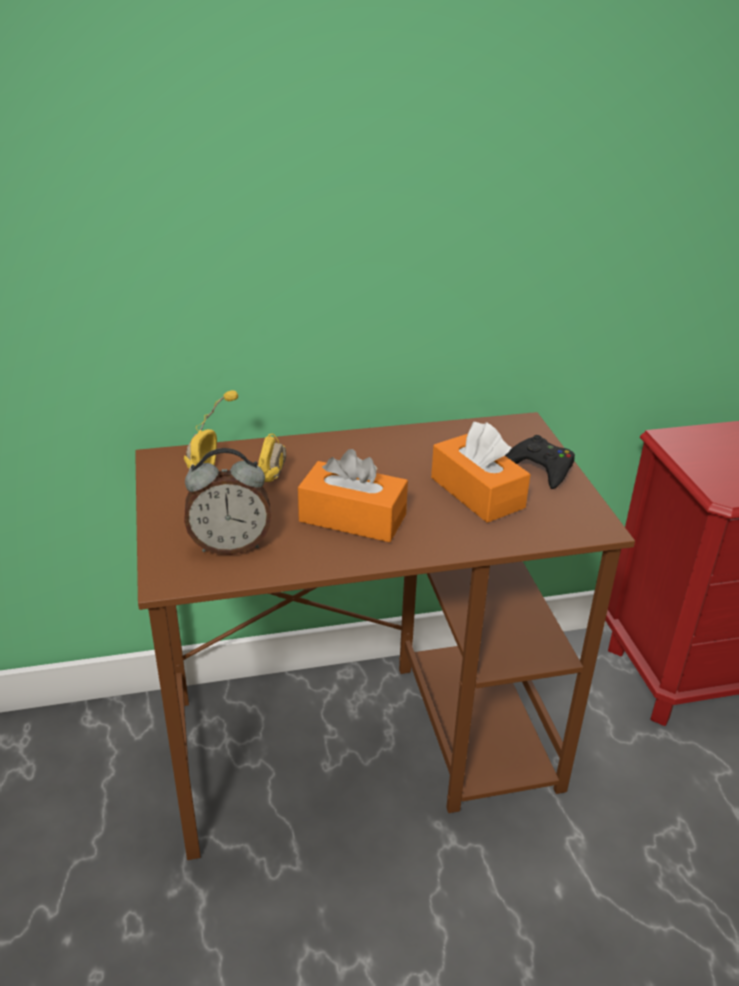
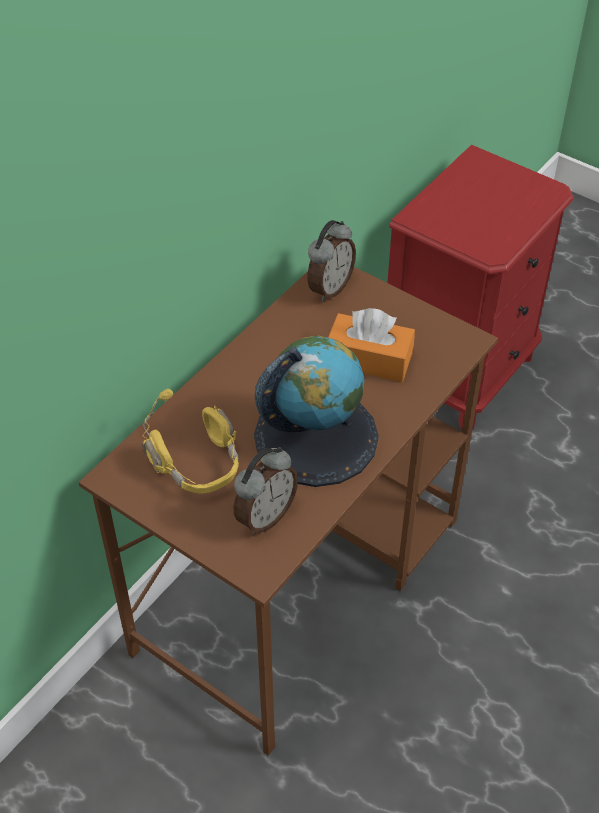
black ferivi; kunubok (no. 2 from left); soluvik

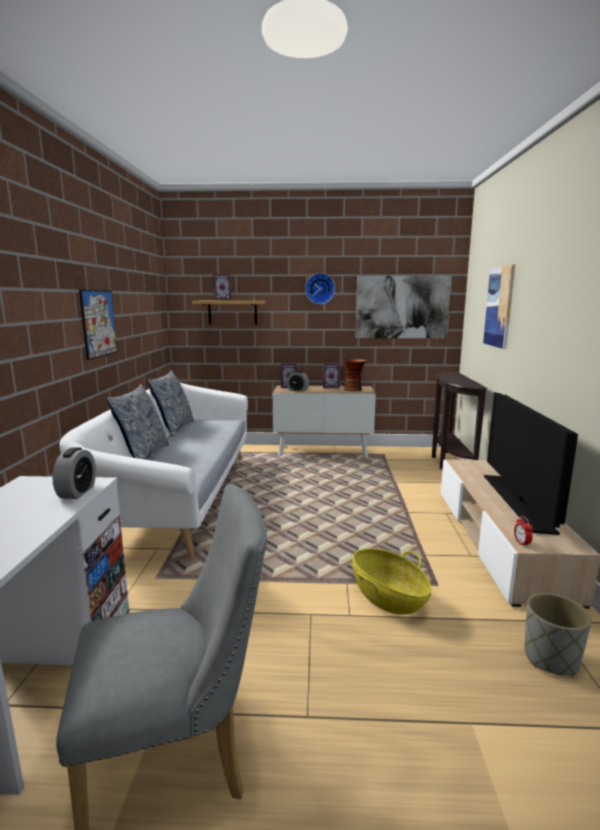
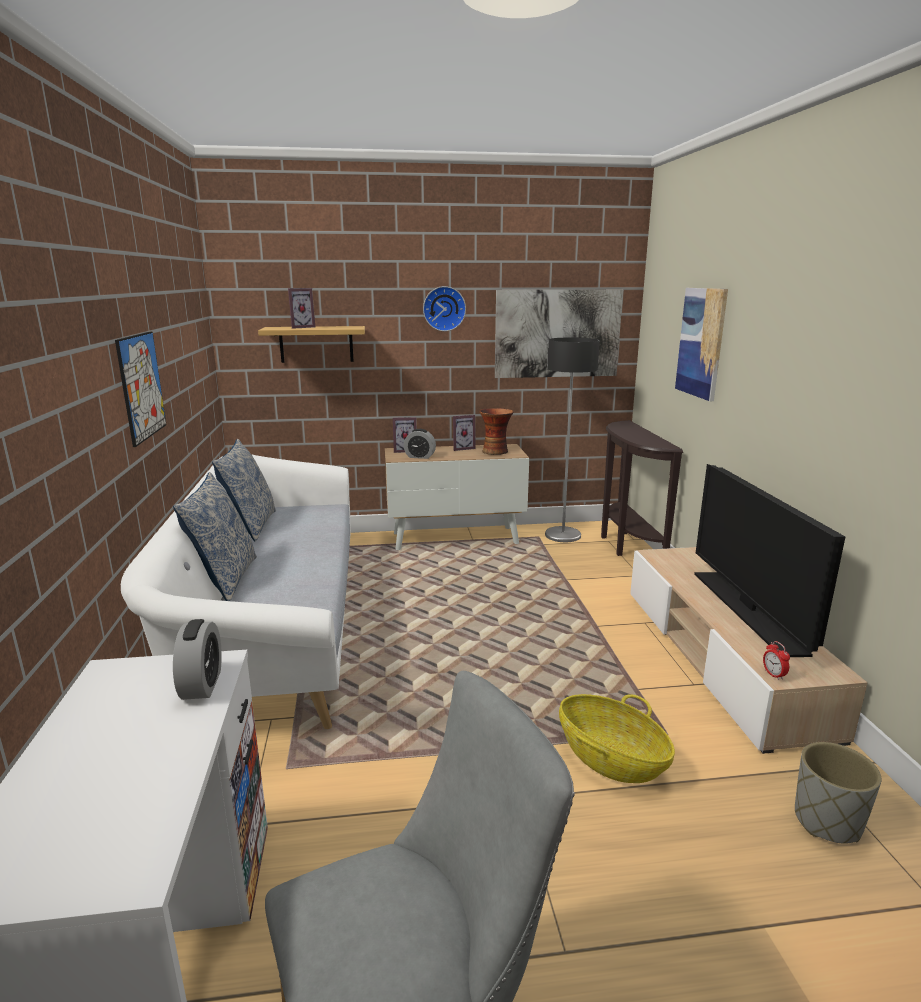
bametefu

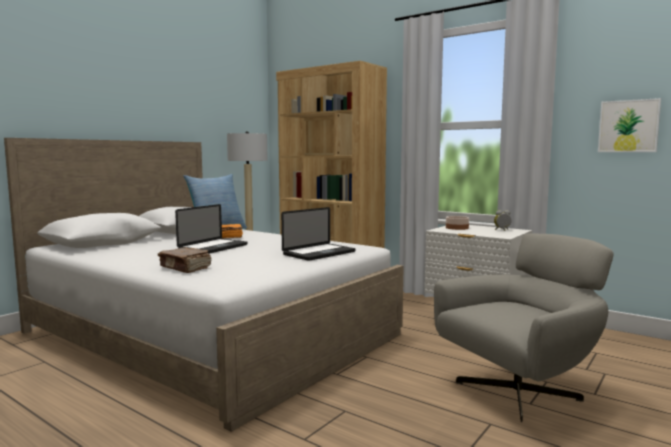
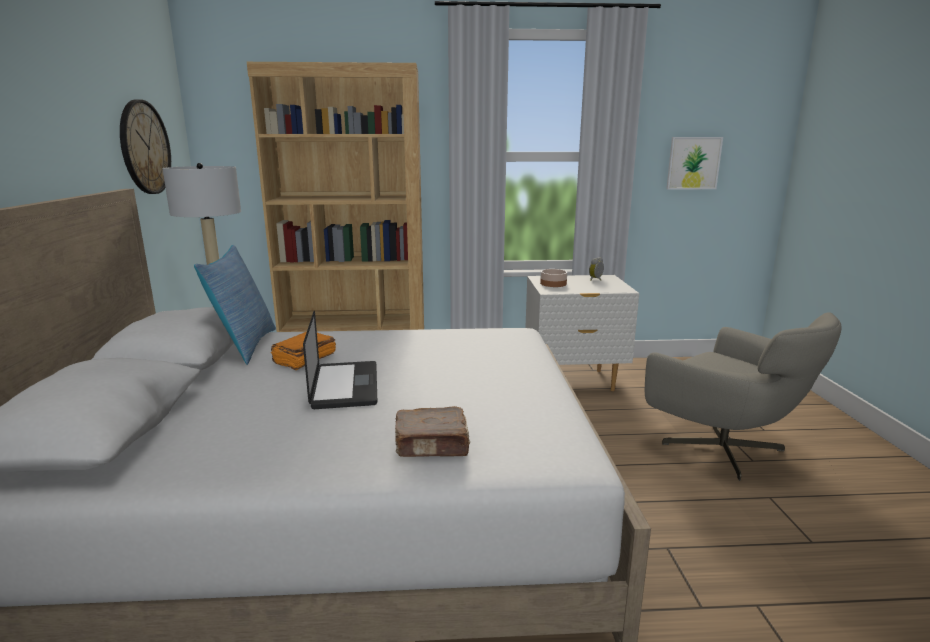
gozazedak (no. 2 from left in the first image); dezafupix; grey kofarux

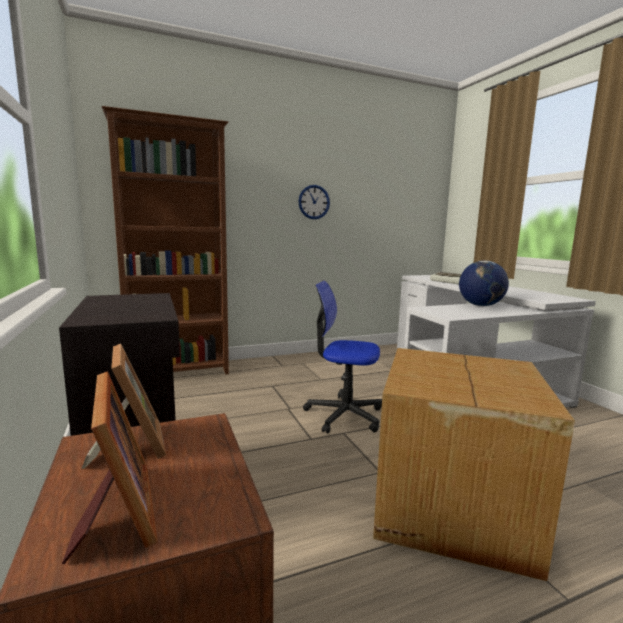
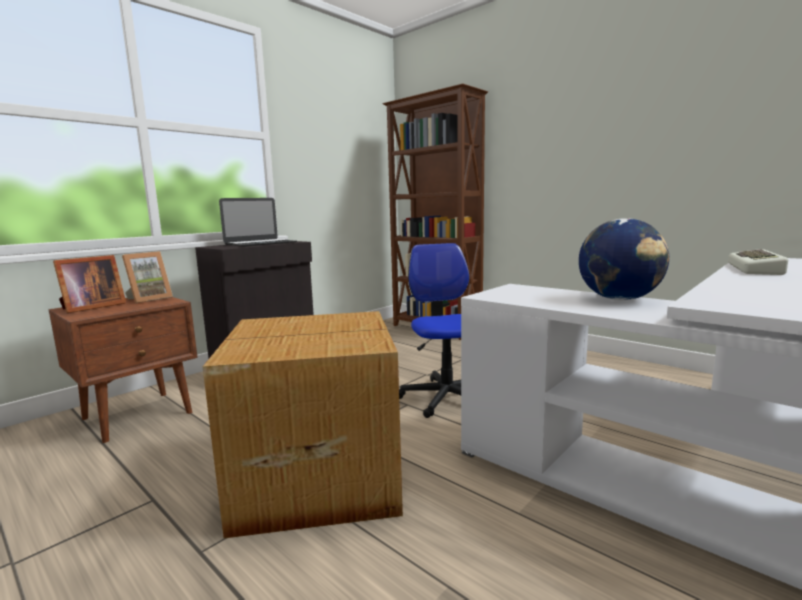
dezafupix; gozazedak

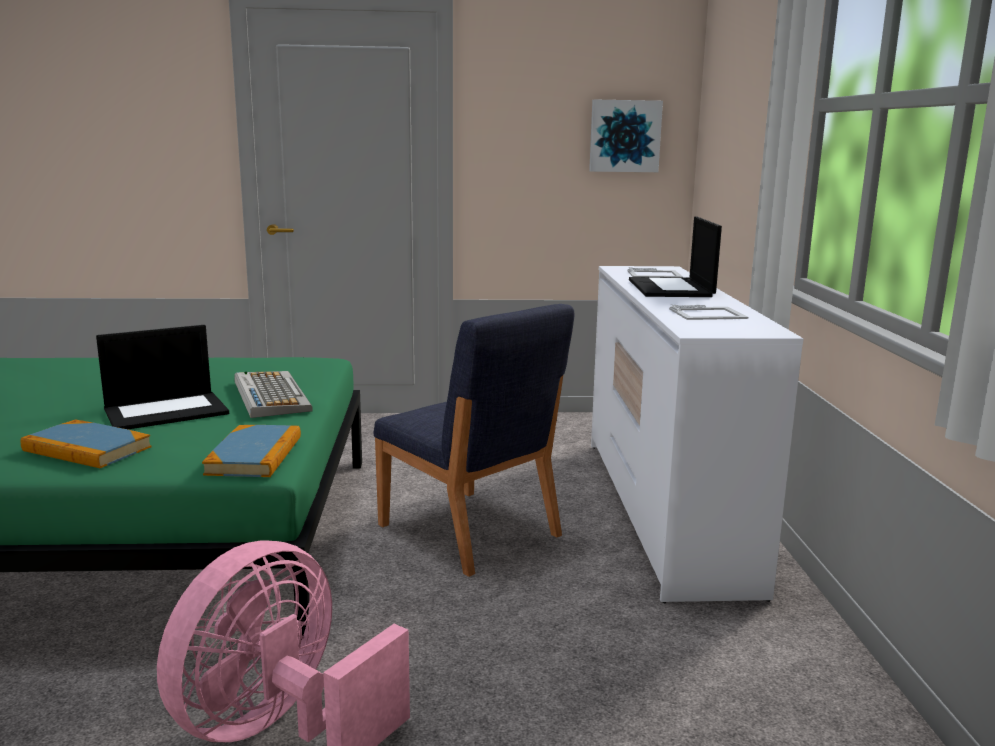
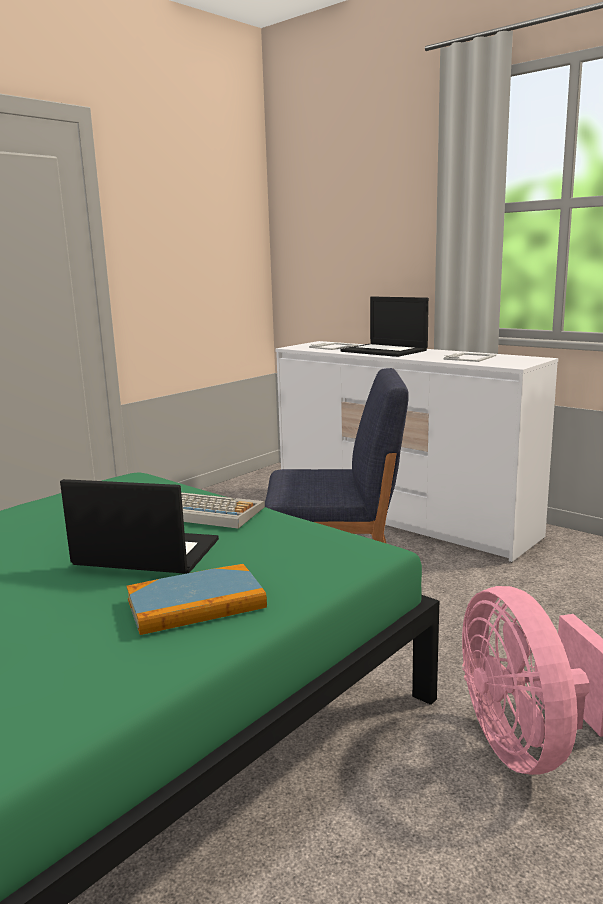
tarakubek (no. 2 from left in the first image); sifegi; gozazedak (no. 1 from left)

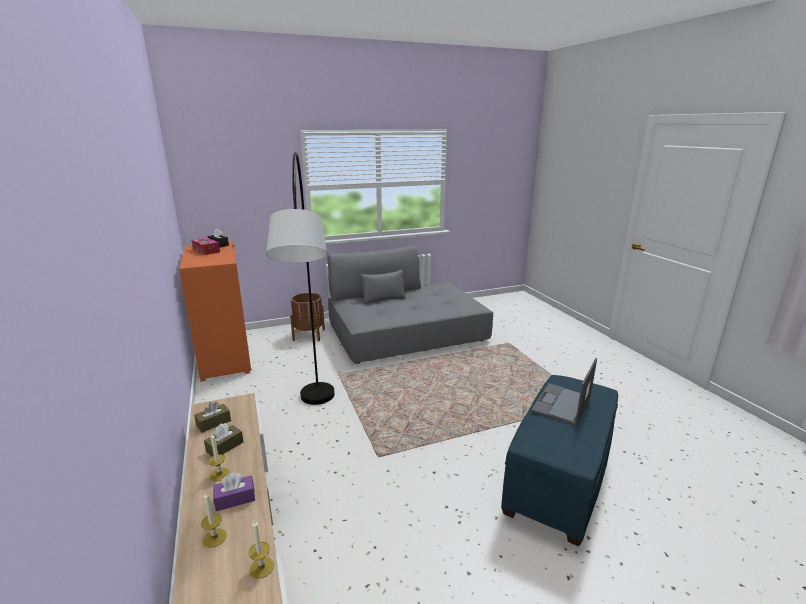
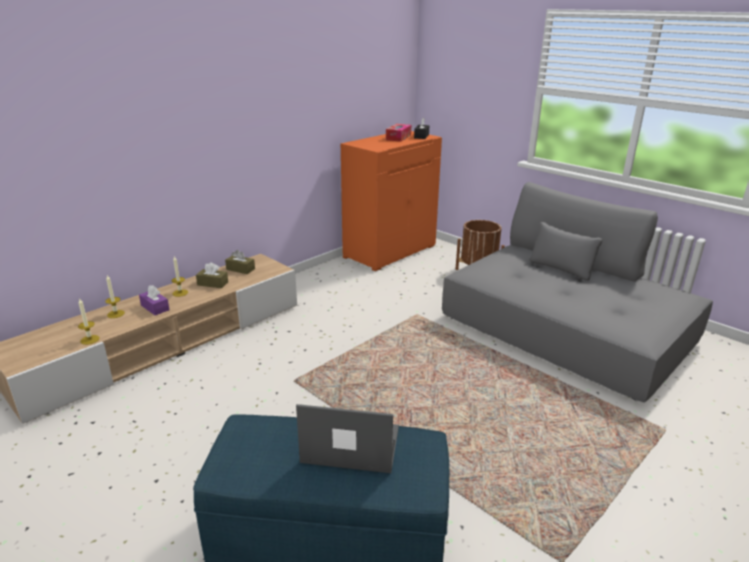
grey bametefu

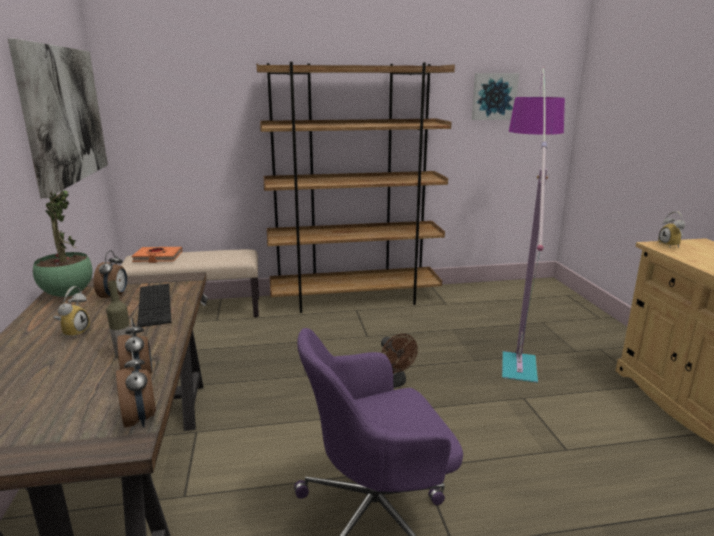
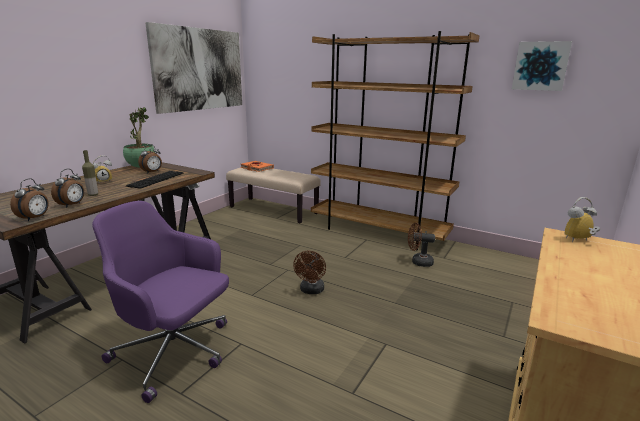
bametefu; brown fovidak (no. 2 from left); kunubok (no. 5 from left)

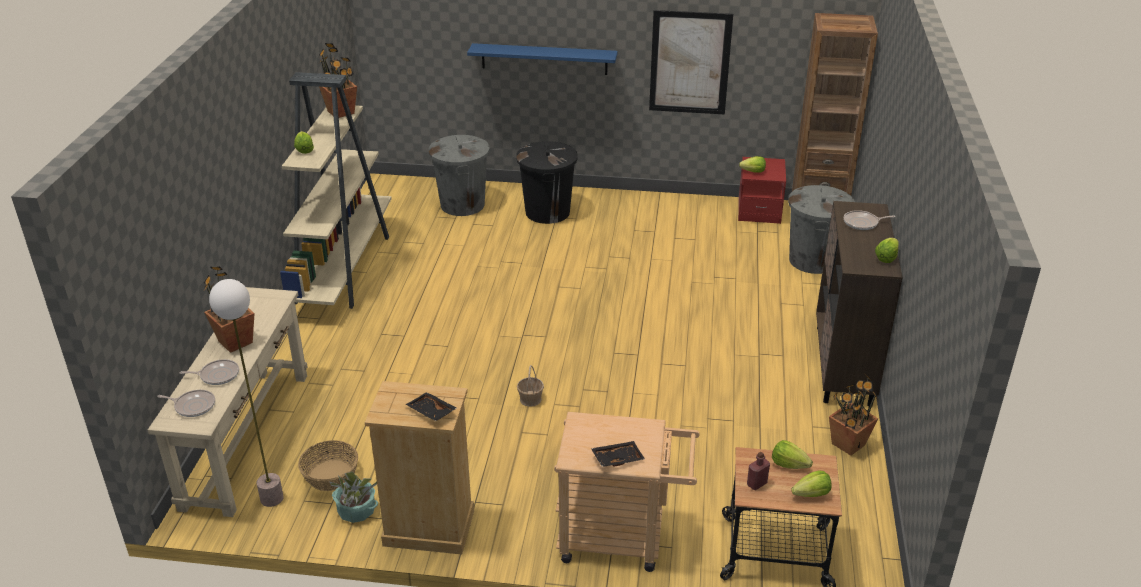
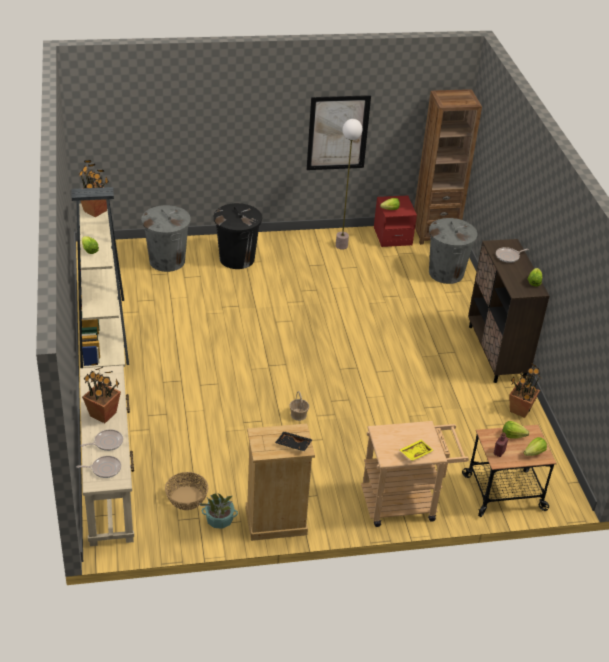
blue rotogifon; bametefu; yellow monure

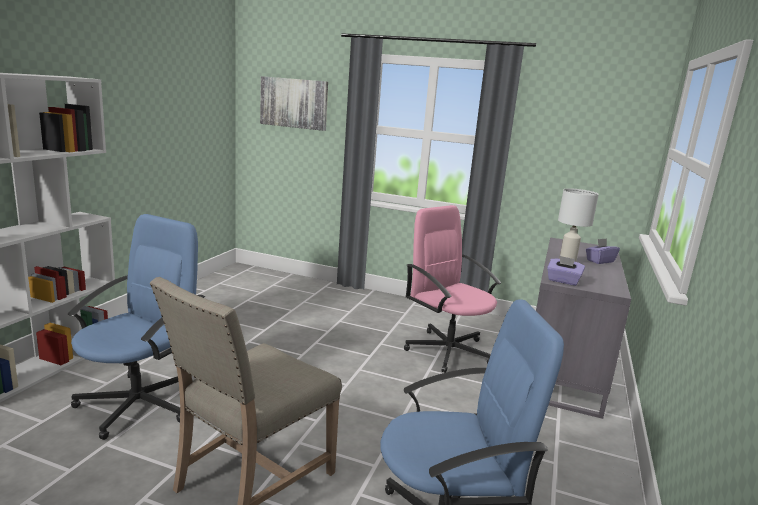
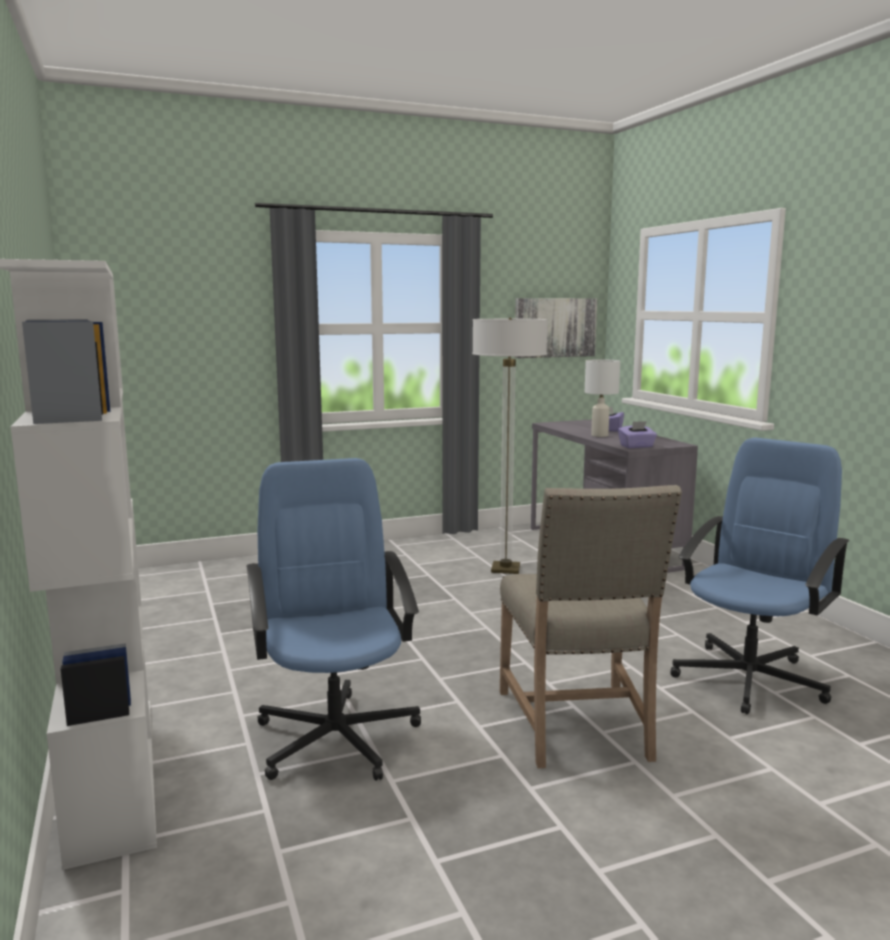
sifegi; bametefu

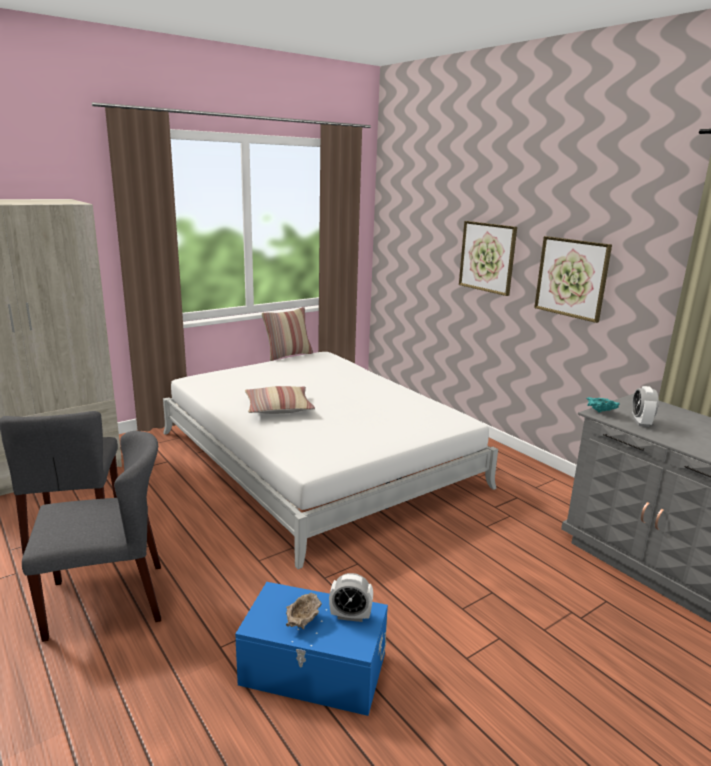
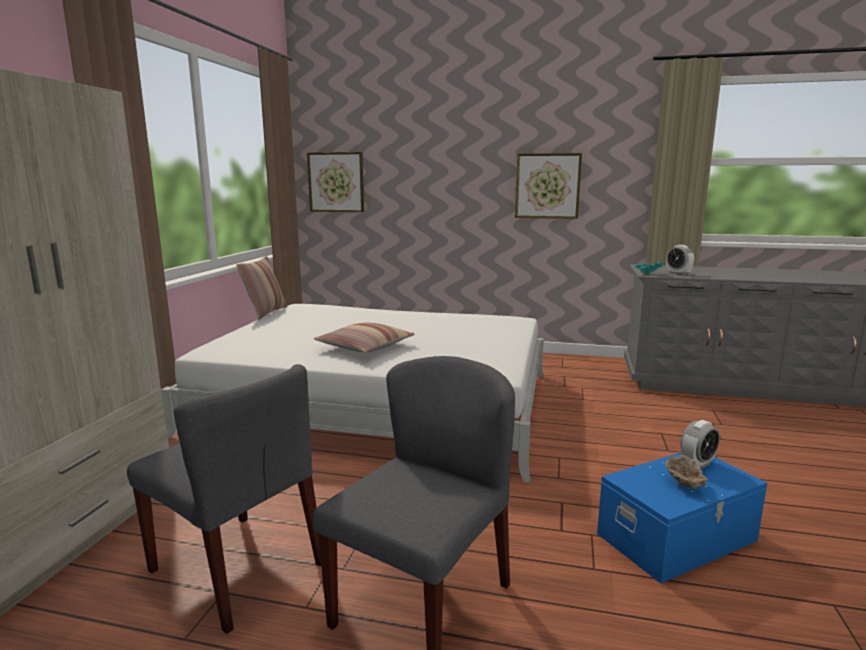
sifegi (no. 1 from left)

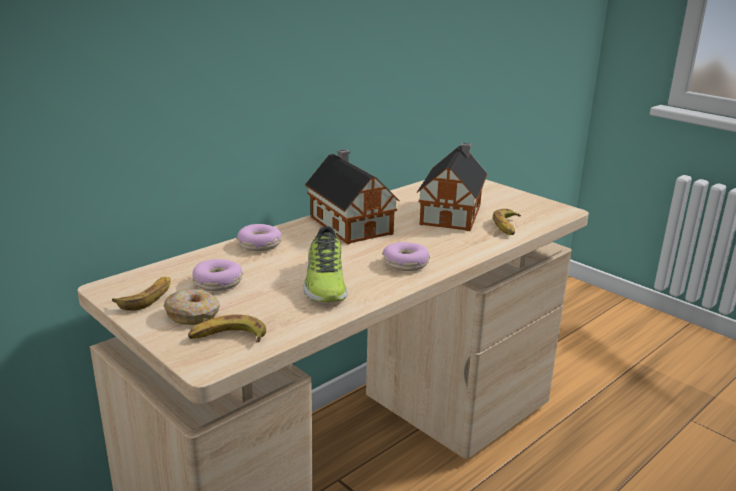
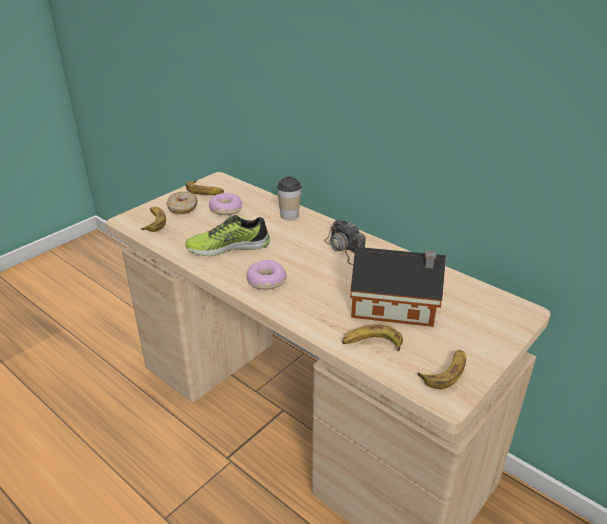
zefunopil (no. 4 from left); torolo; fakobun

